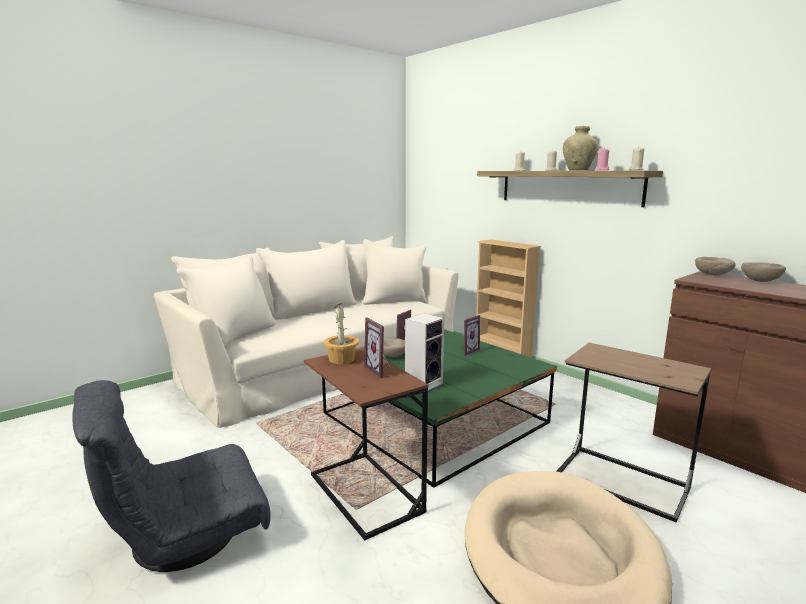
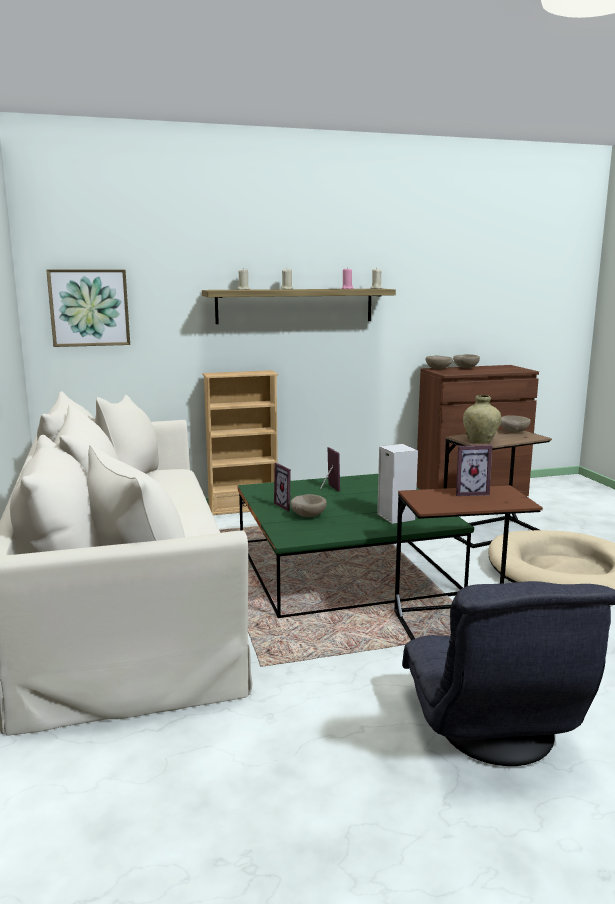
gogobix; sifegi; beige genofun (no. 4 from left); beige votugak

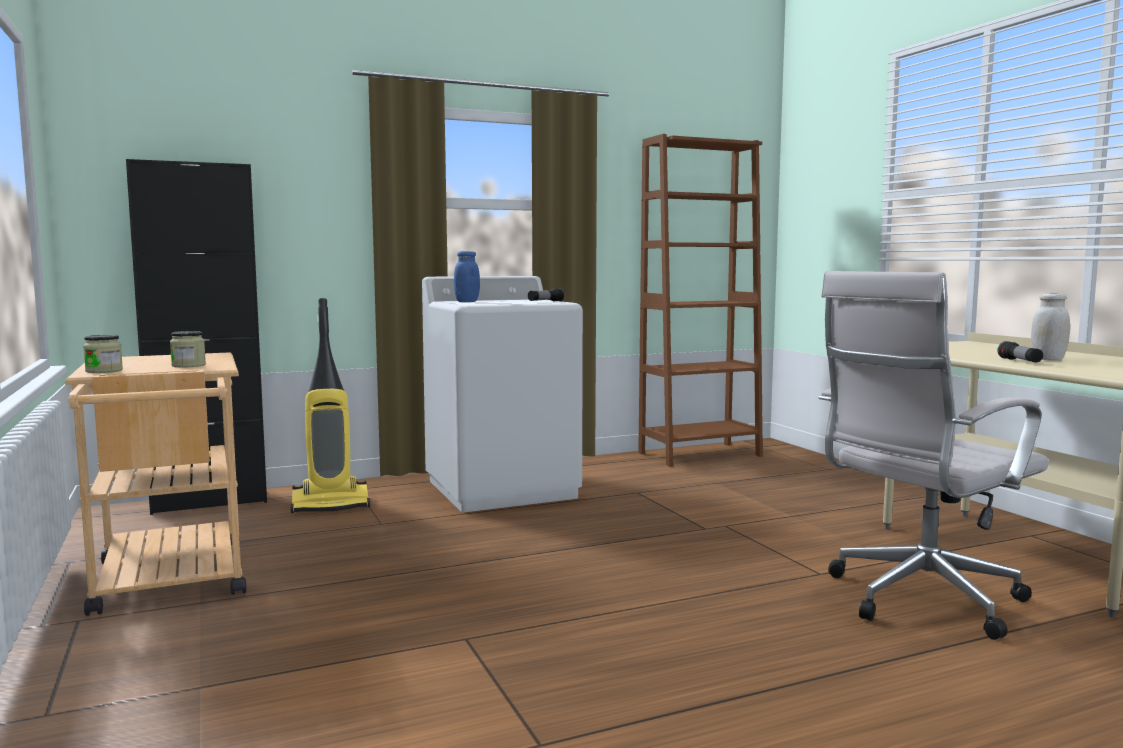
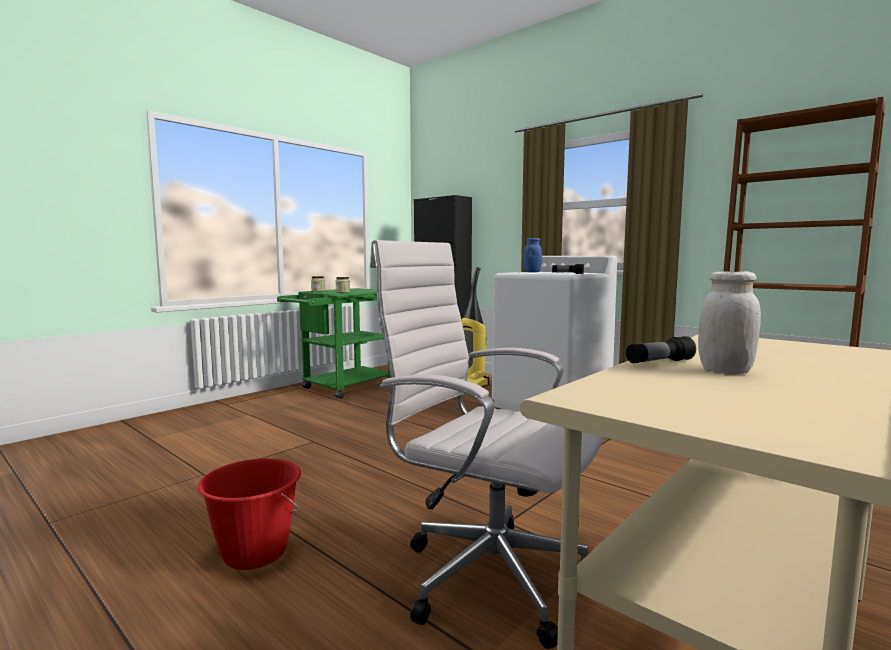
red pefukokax; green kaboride

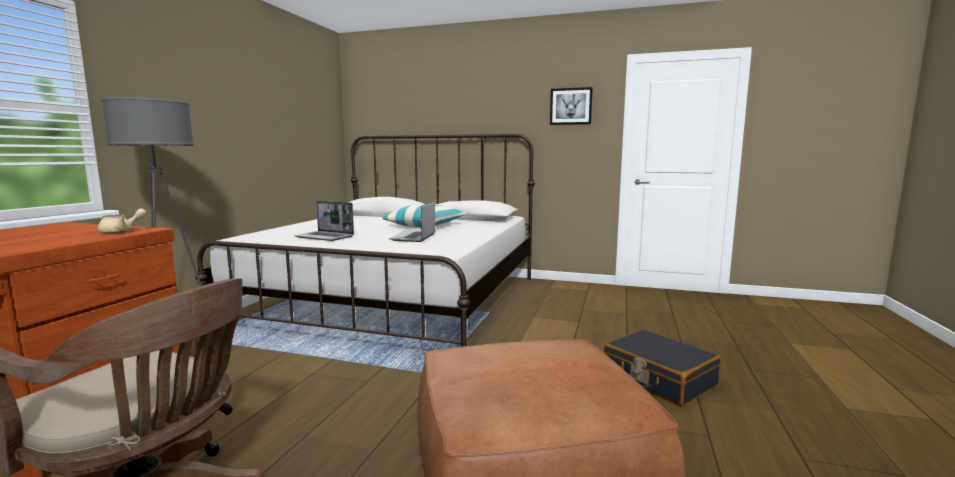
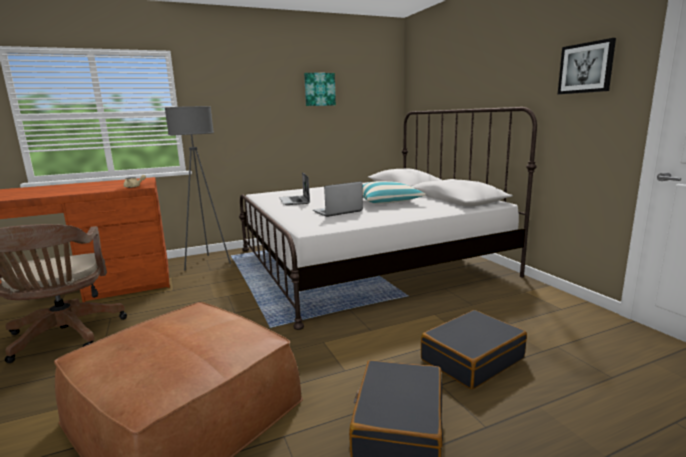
sifegi (no. 1 from left); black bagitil (no. 2 from left)

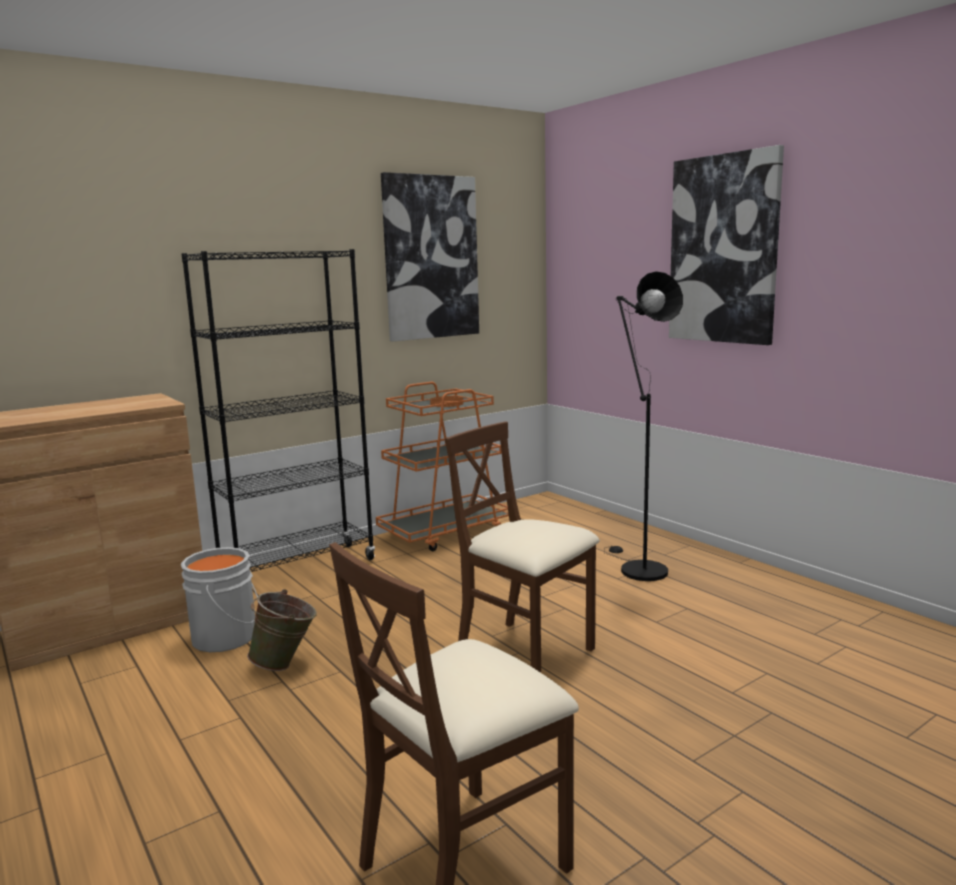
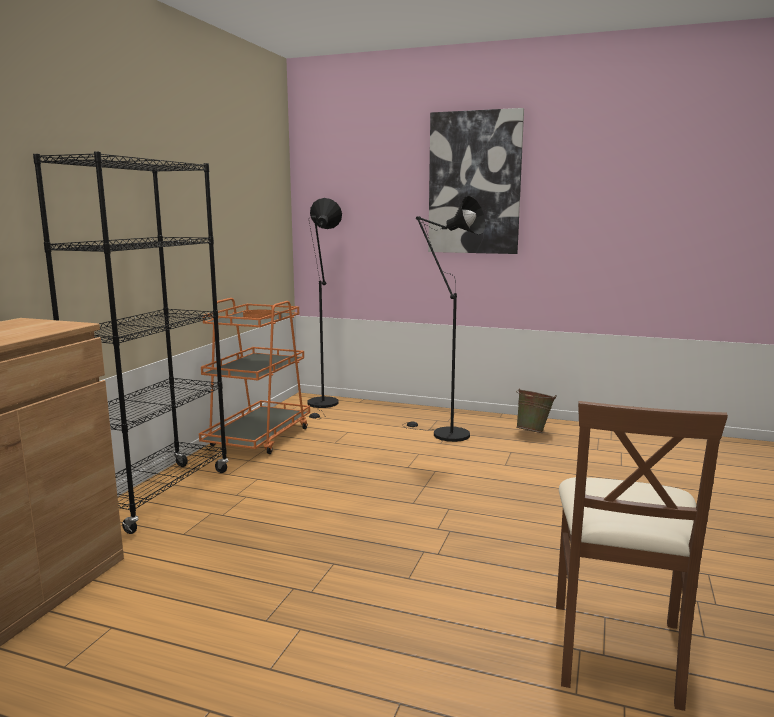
grey pefukokax; sifegi (no. 1 from left in the first image); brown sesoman (no. 2 from left in the first image); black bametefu (no. 1 from left); green pefukokax

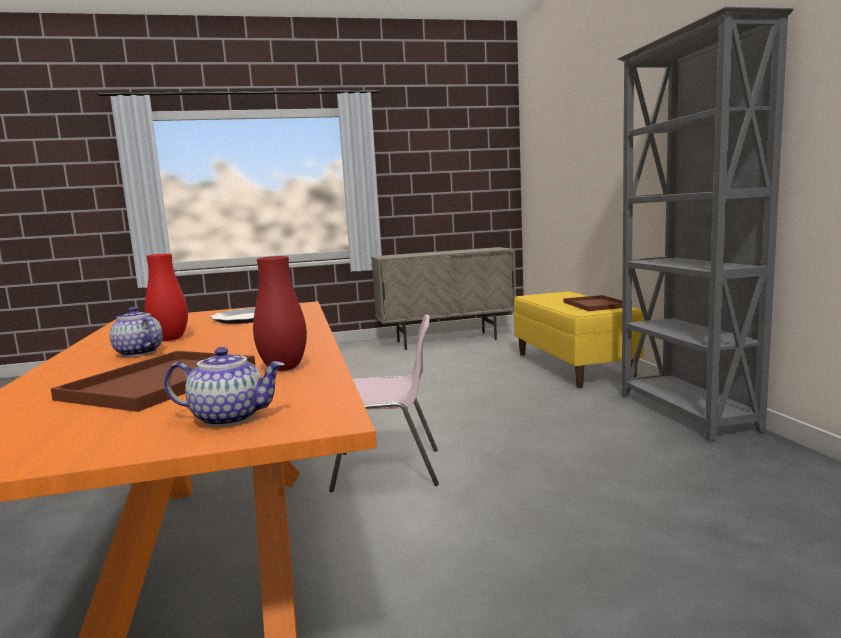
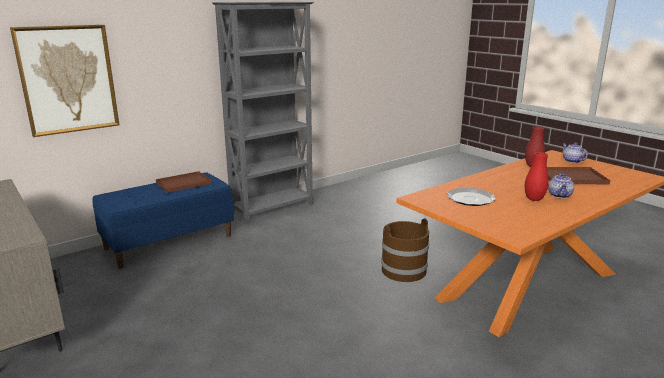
sifegi; brown pefukokax; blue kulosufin

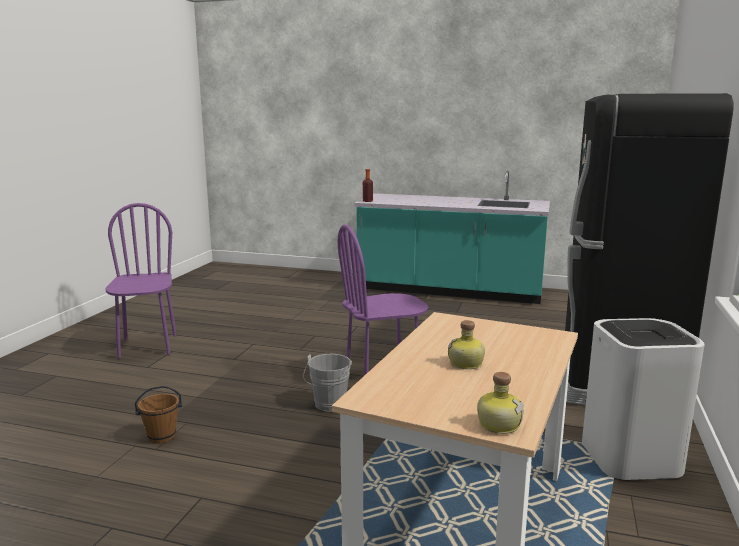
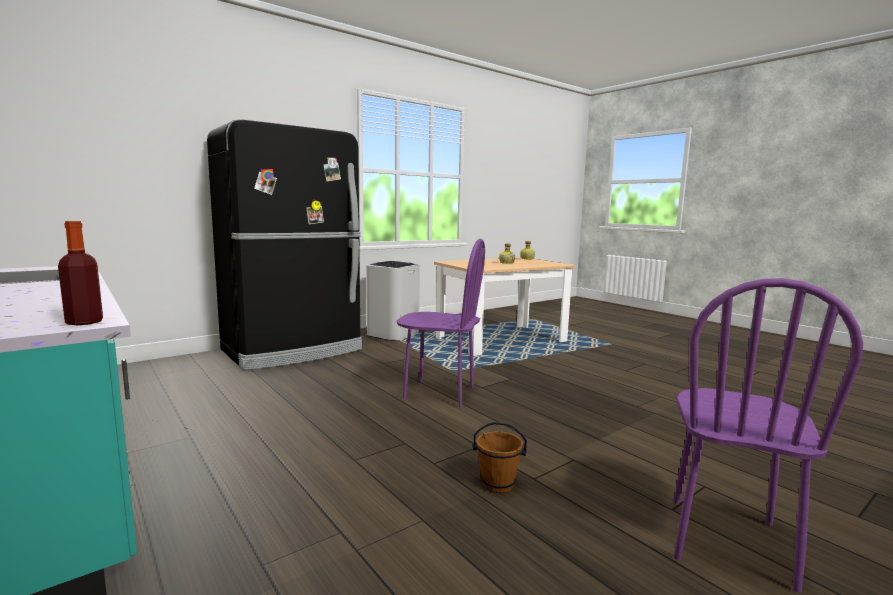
grey pefukokax; brown pefukokax

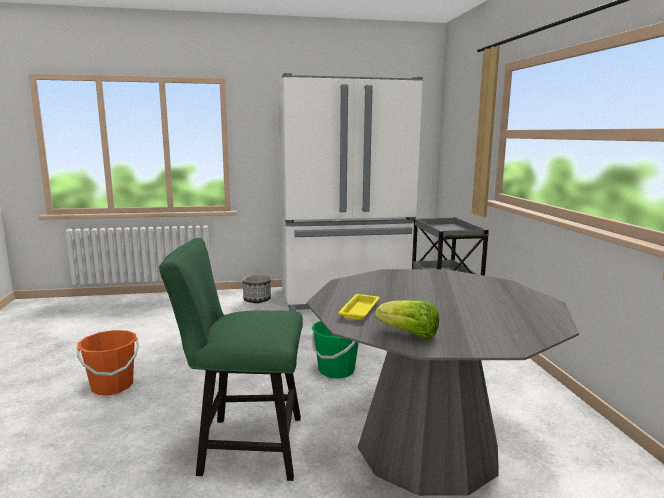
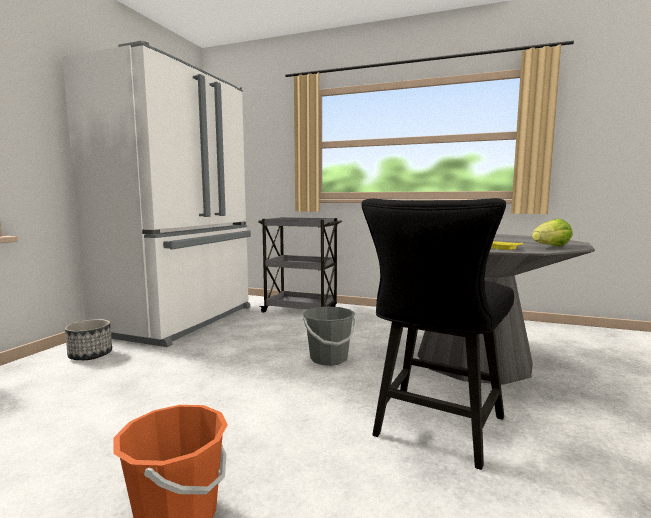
black sesoman; grey pefukokax

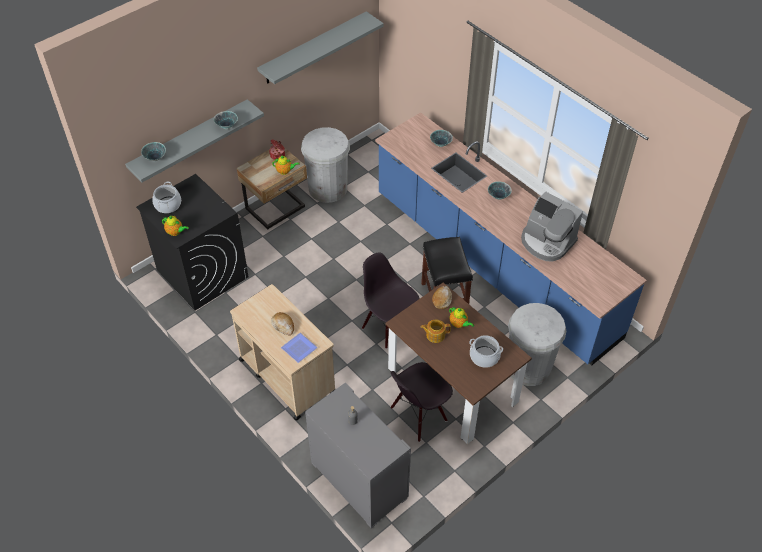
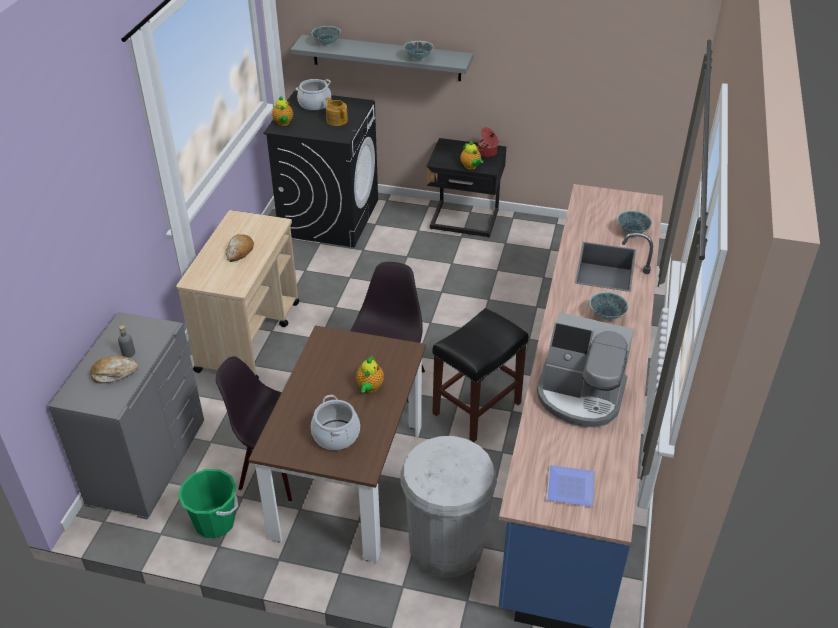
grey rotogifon (no. 2 from left in the first image); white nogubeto (no. 1 from left in the first image); green pefukokax; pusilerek; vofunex (no. 2 from left); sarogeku (no. 1 from left); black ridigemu; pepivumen

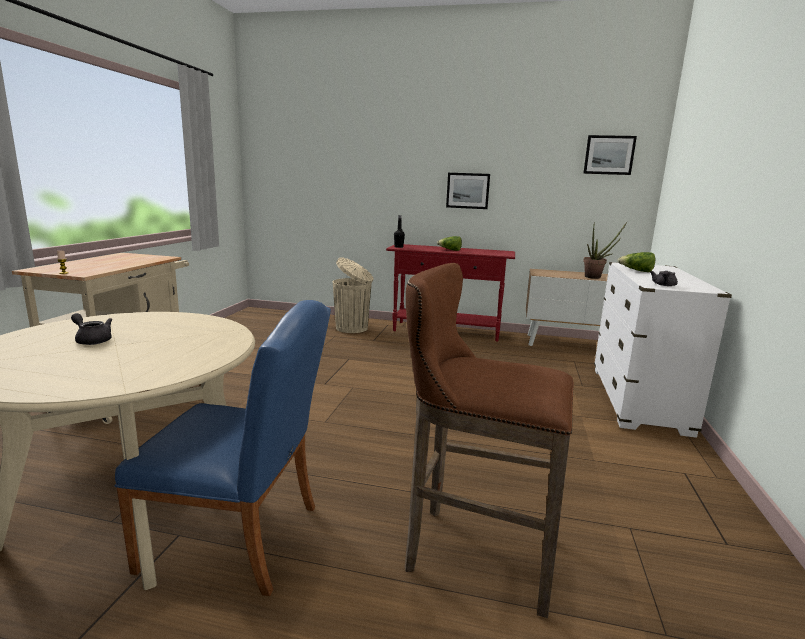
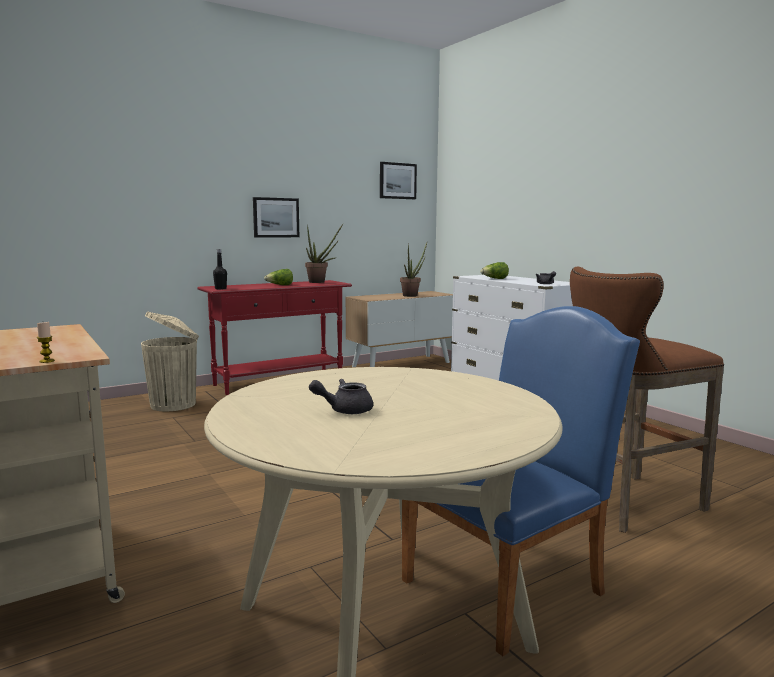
gogobix (no. 1 from left)

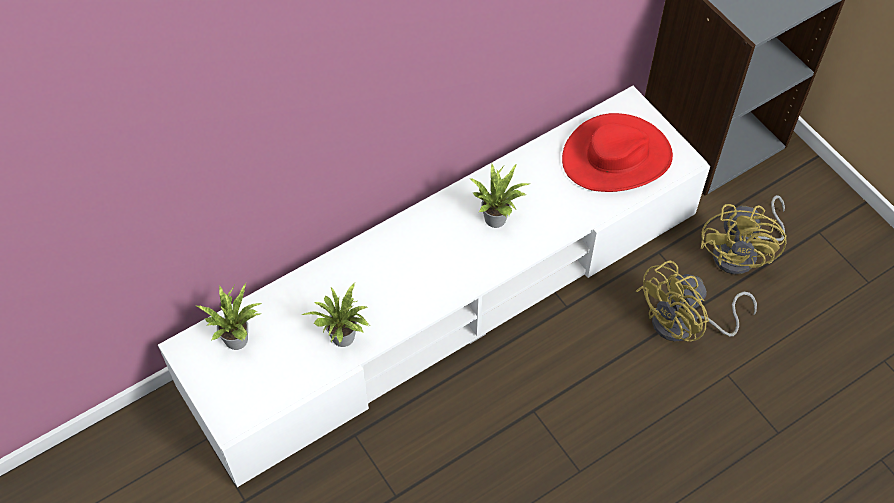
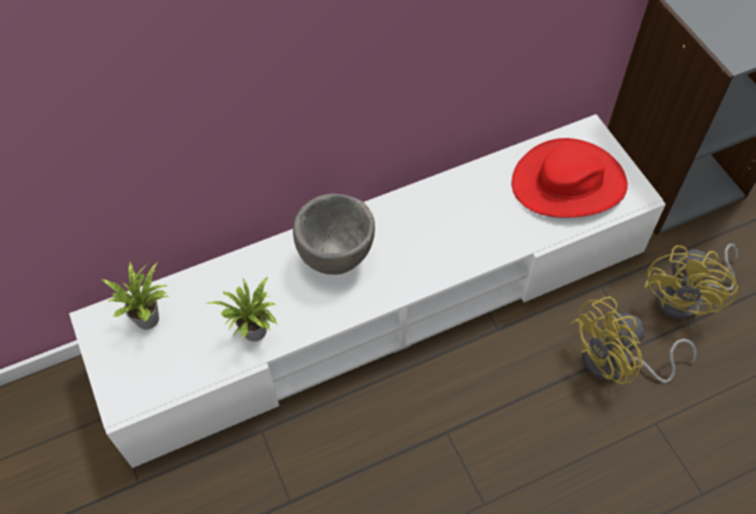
gogobix (no. 3 from left in the first image); grey genofun

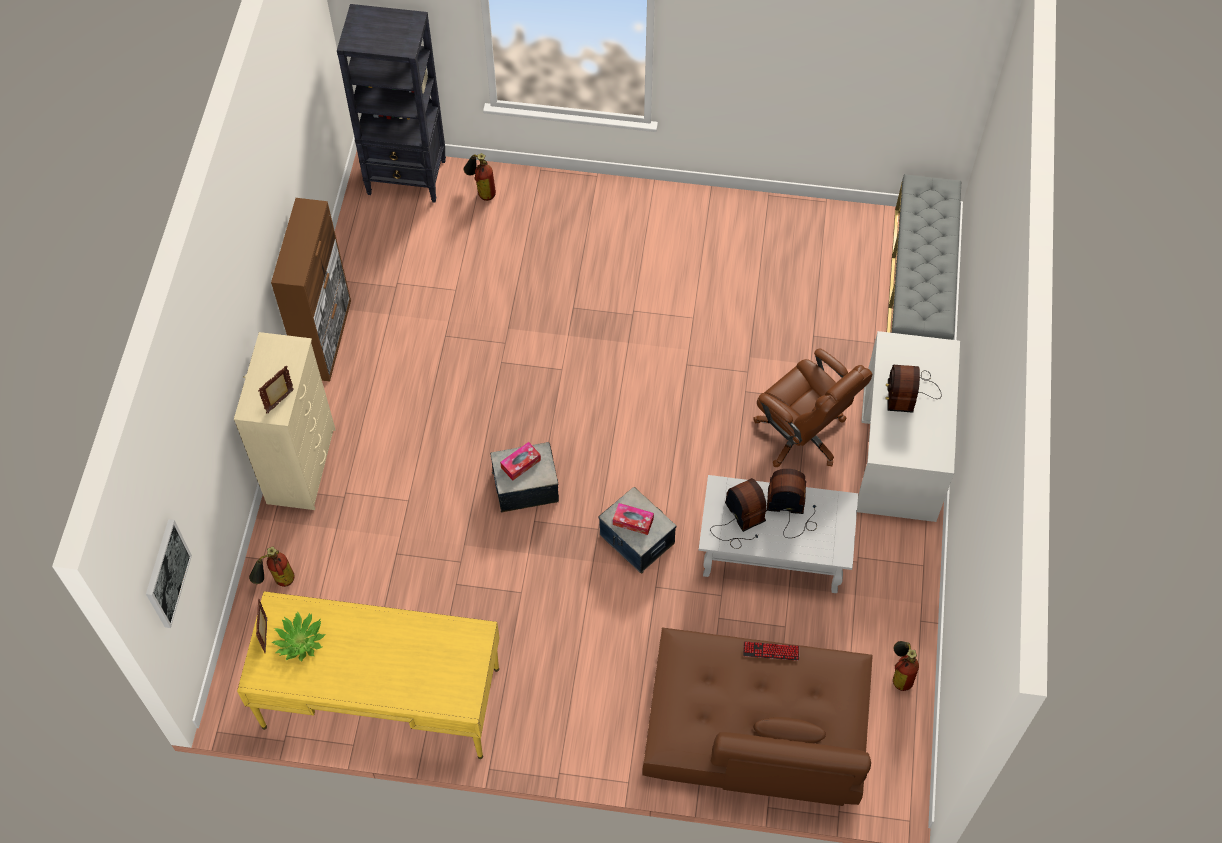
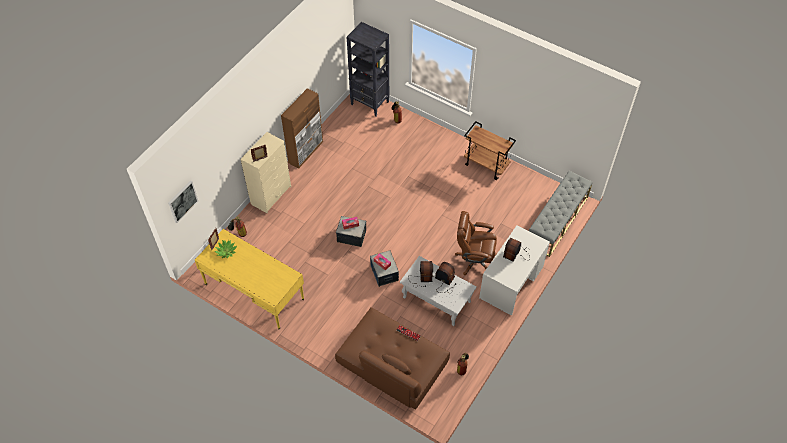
brown kaboride; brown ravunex

